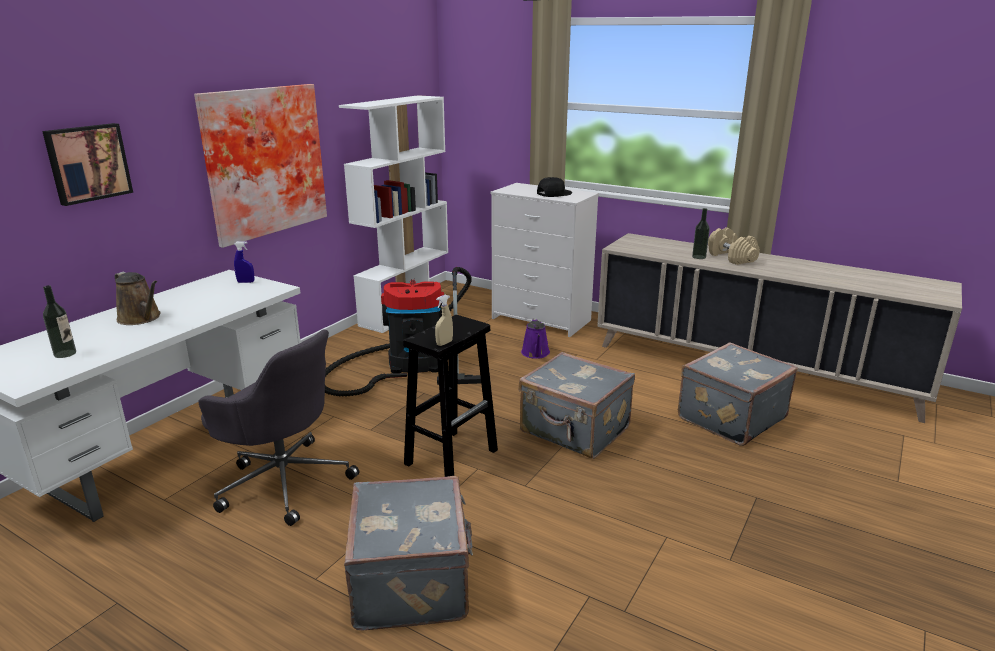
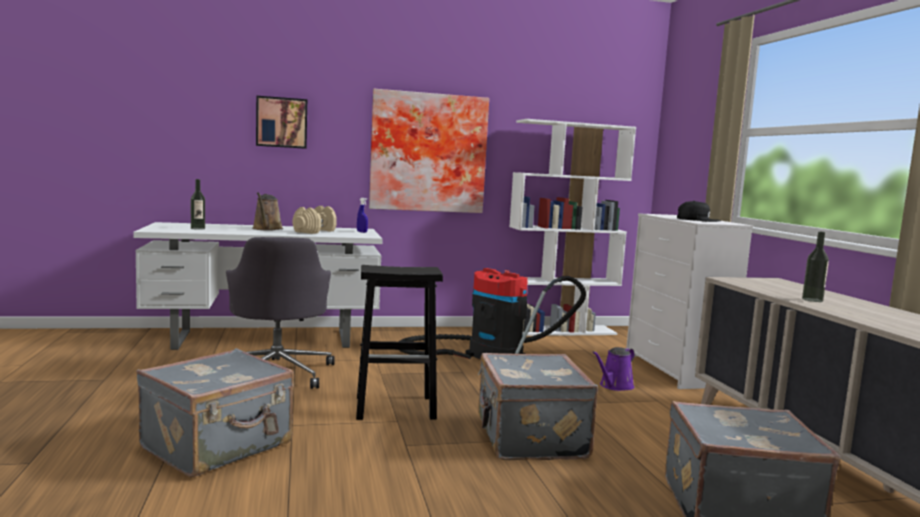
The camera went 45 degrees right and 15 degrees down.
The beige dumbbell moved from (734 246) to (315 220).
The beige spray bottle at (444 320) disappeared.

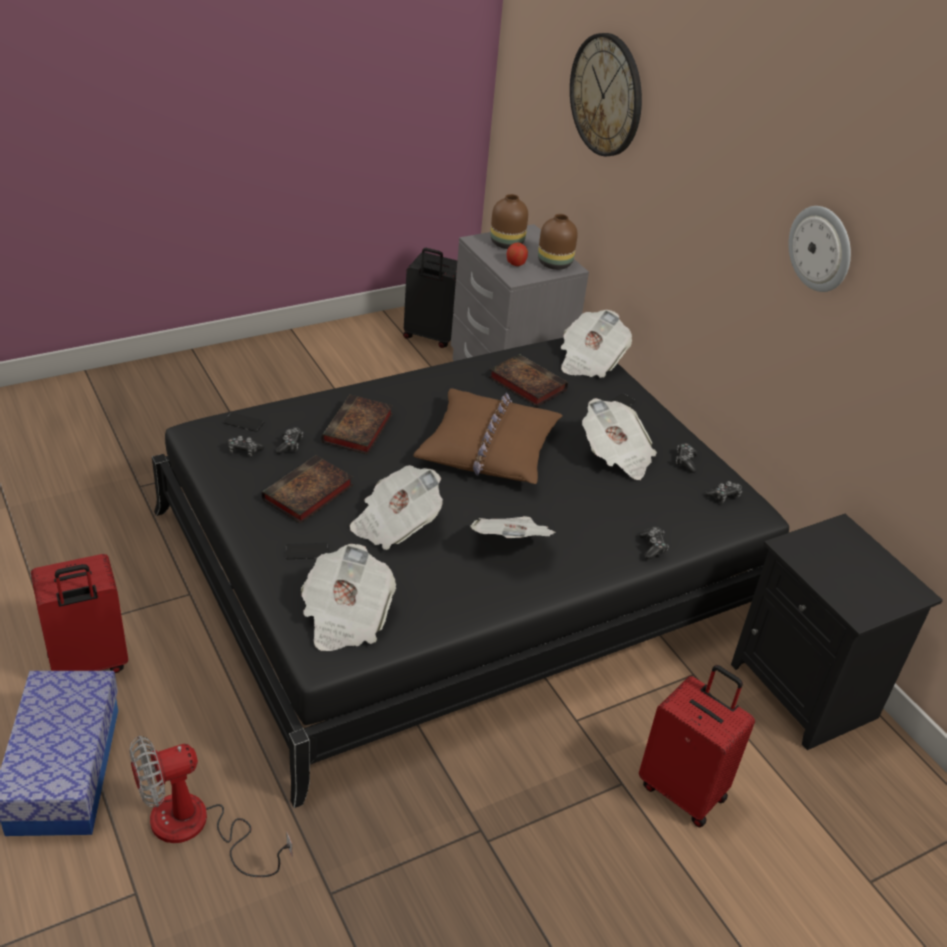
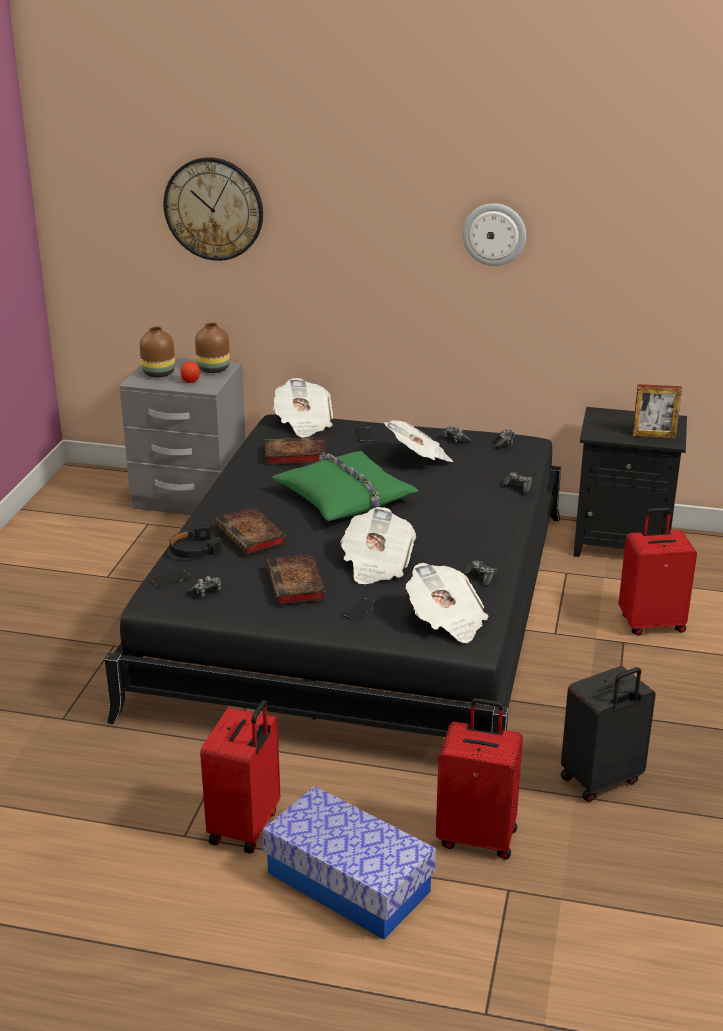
The camera went 45 degrees left and 10 degrees down.
The black suitcase moved from (430 298) to (608 734).
The brown pillow at (488 436) became the green pillow at (345 486).
The game controller moved from (289 440) to (479 574).
The newspaper at (513 527) disappeared.
The fan at (211 806) was replaced by the red suitcase at (479 778).
The picture frame at (657 411) appeared.
The black headphones at (196 541) appeared.

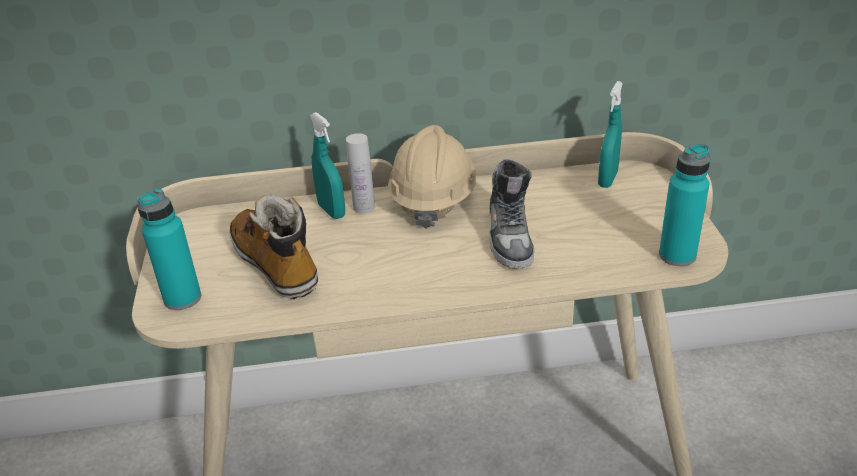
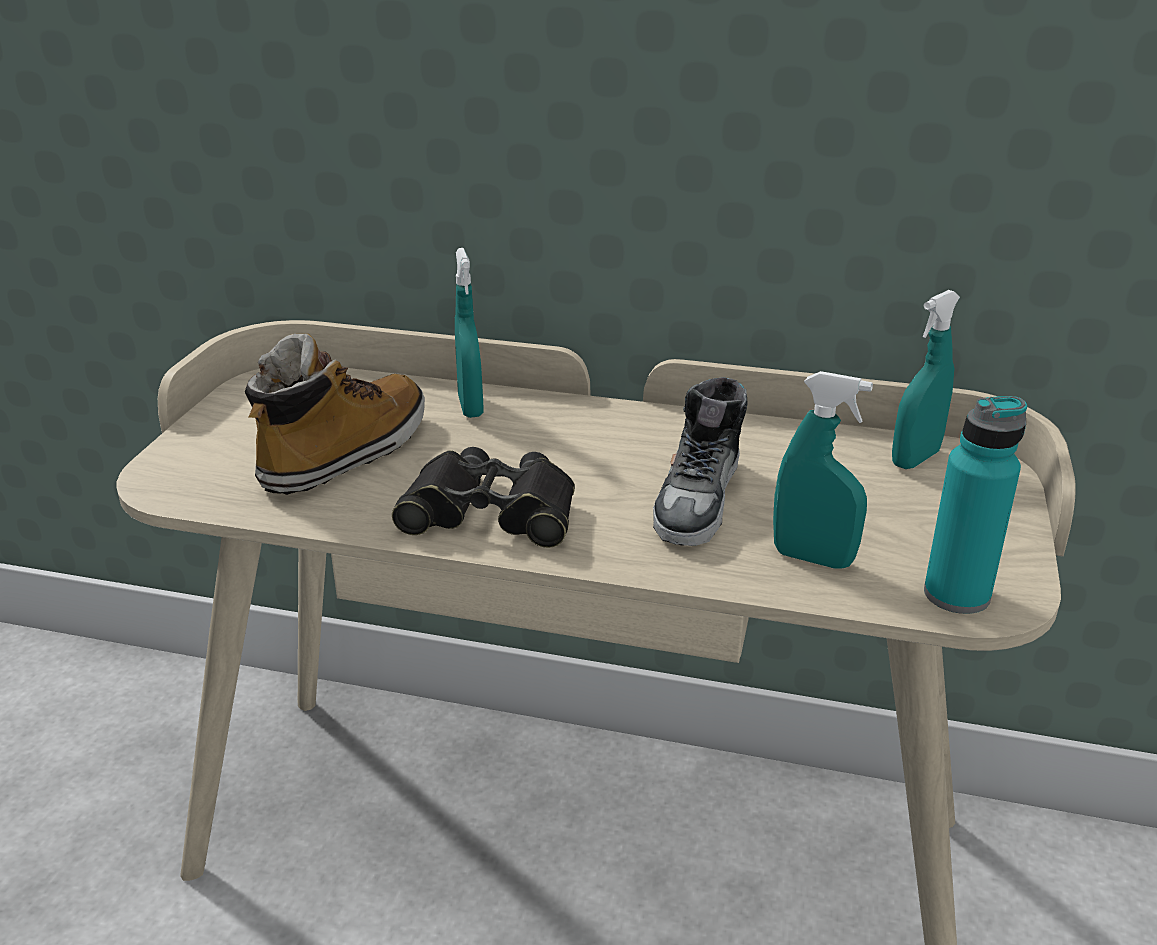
The camera went 20 degrees right and 5 degrees down.
The beige hard hat at (432 177) disappeared.
The white bottle at (360 173) disappeared.
The turquoise bottle at (169 249) disappeared.
The boot at (273 246) turned 45 degrees clockwise.
The turquoise spray bottle at (823 470) appeared.
The black binoculars at (483 497) appeared.

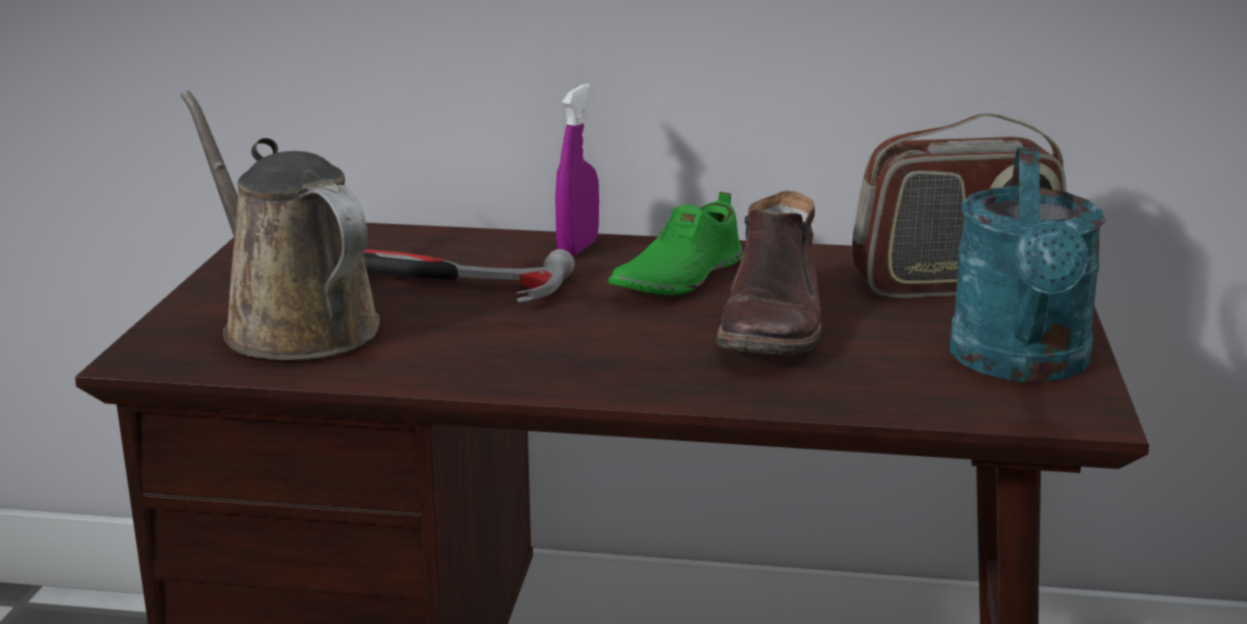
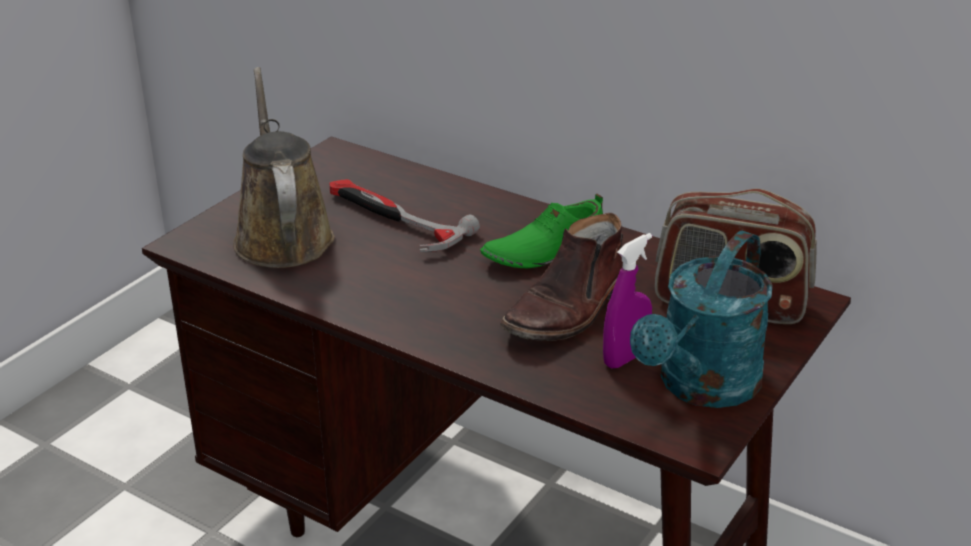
The camera went 25 degrees right and 10 degrees up.
The purple spray bottle moved from (577 170) to (627 300).

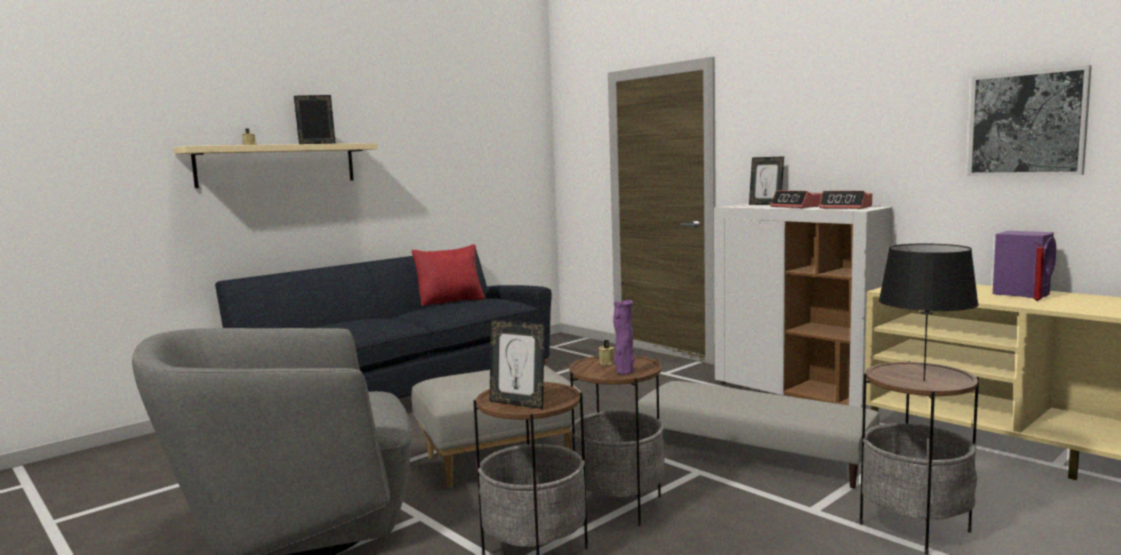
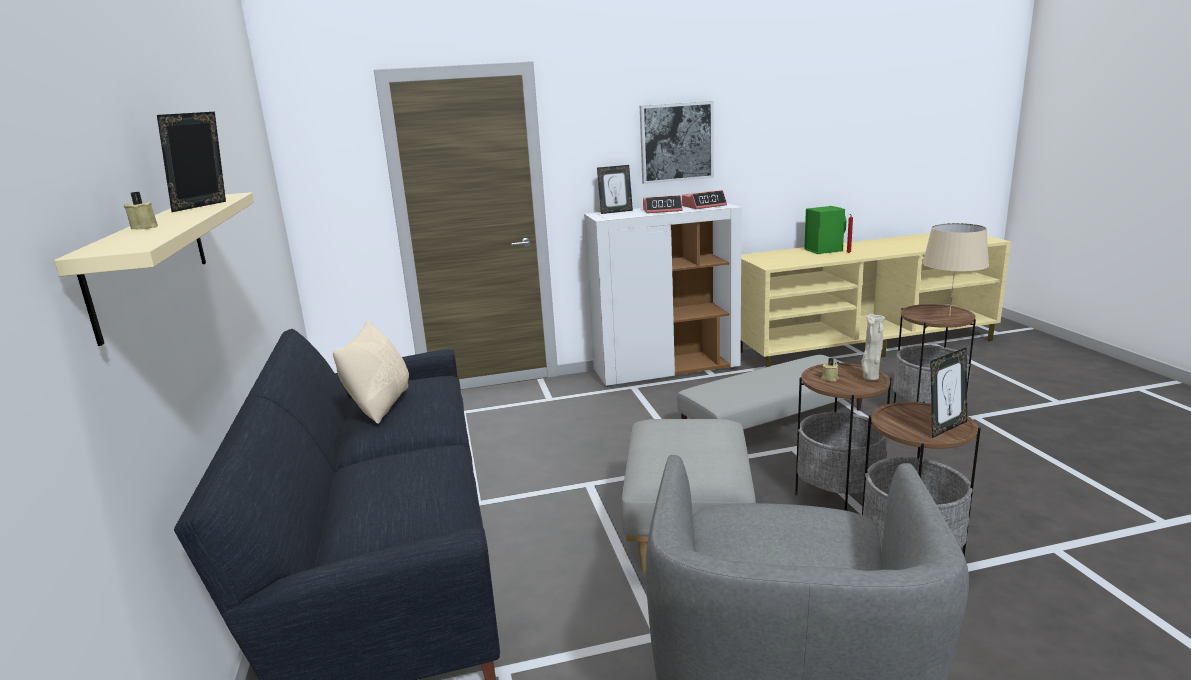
The camera went 60 degrees left and 10 degrees up.
The picture moved from (1029 120) to (677 142).
The purple speaker at (1024 264) became the green speaker at (825 230).
The black table lamp at (928 312) became the beige table lamp at (955 269).
The red pillow at (448 275) became the beige pillow at (371 372).
The purple vase at (623 337) became the beige vase at (873 347).

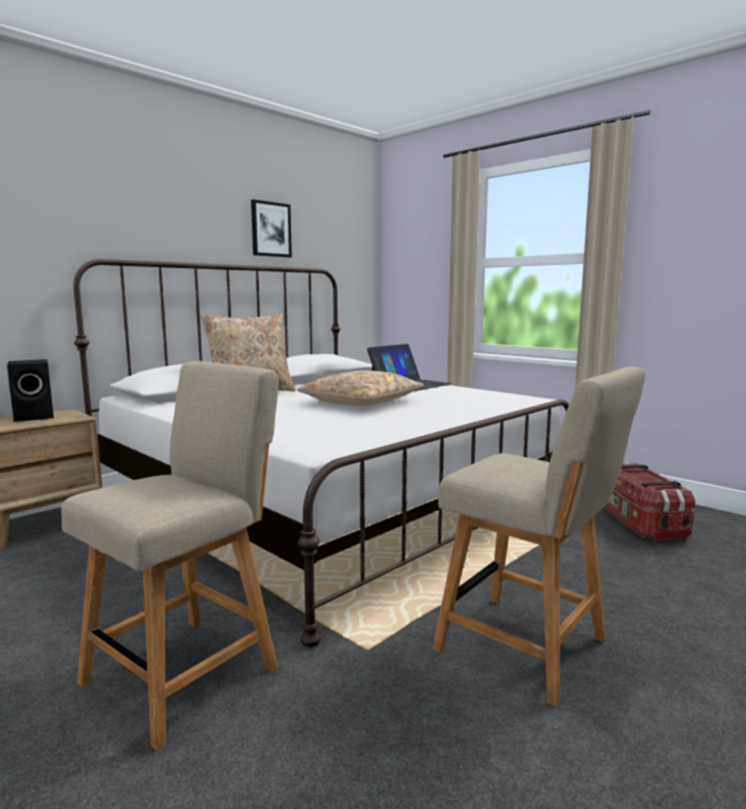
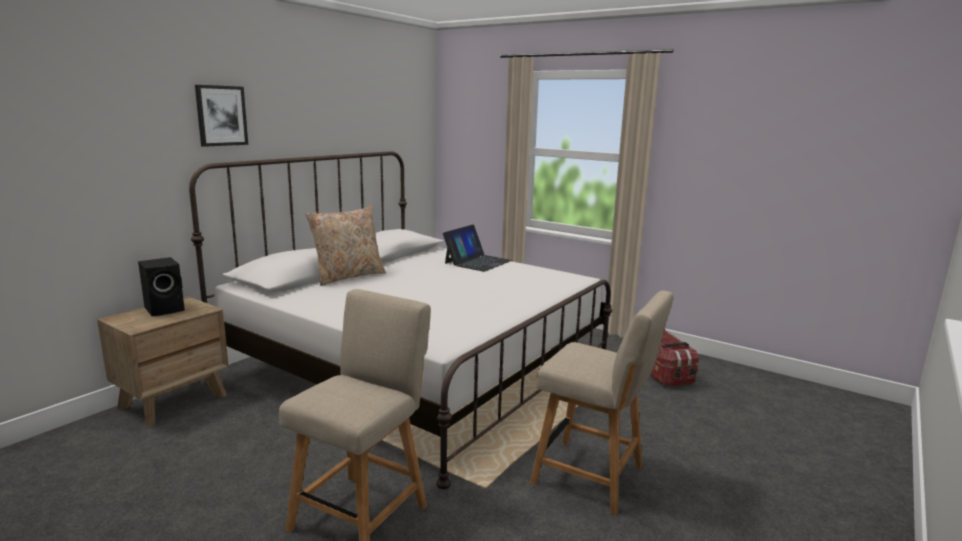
The camera went 10 degrees left and 5 degrees up.
The picture moved from (271 228) to (221 116).
The beige pillow at (360 388) disappeared.

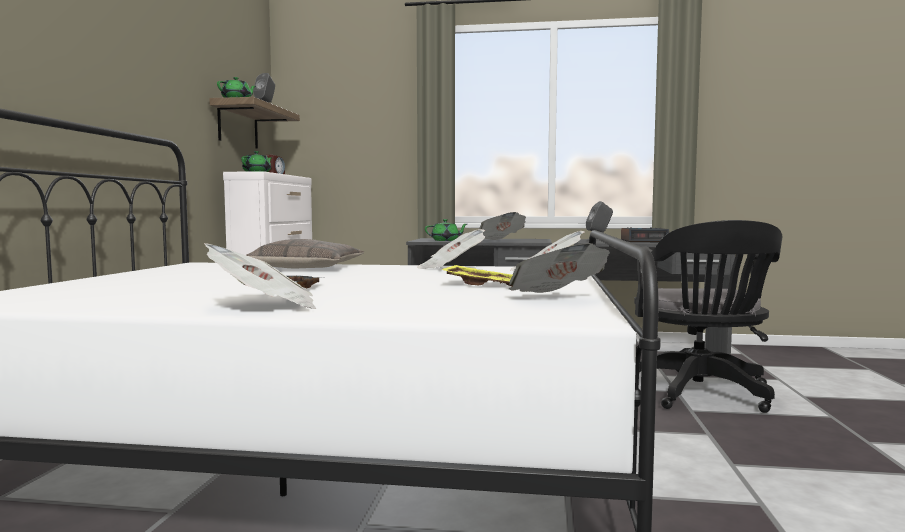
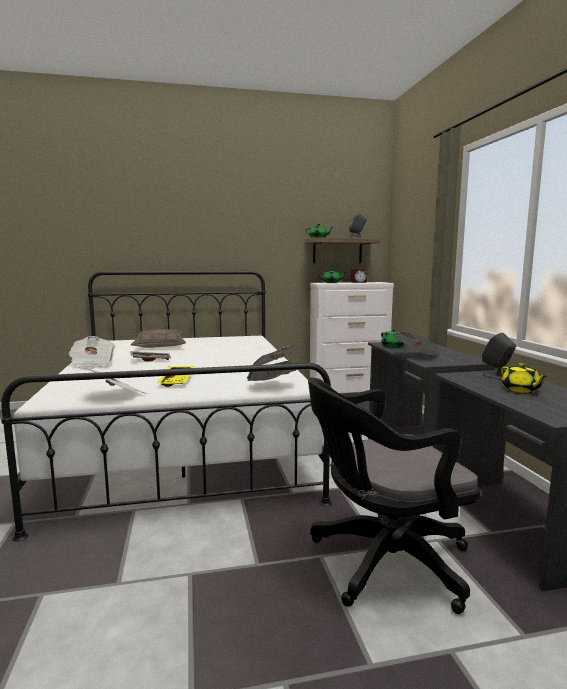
The camera went 70 degrees right and 5 degrees up.
The alarm clock at (645 234) was replaced by the yellow teapot at (524 378).
The pillow moved from (305 253) to (158 338).

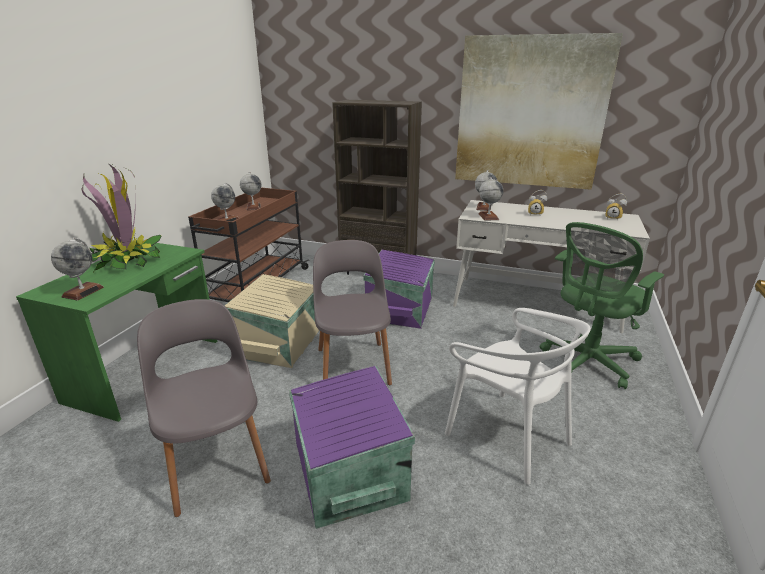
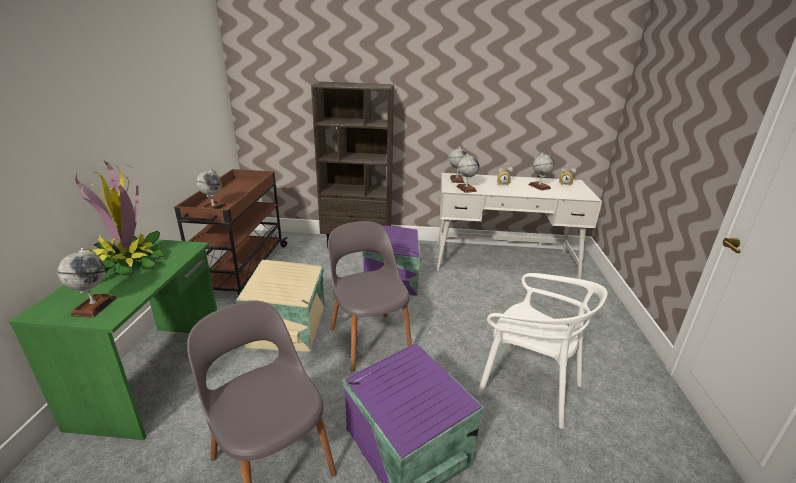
The camera went 15 degrees left and 0 degrees up.
The picture at (539 111) disappeared.
The globe moved from (251 191) to (541 171).
The green office chair at (602 305) disappeared.

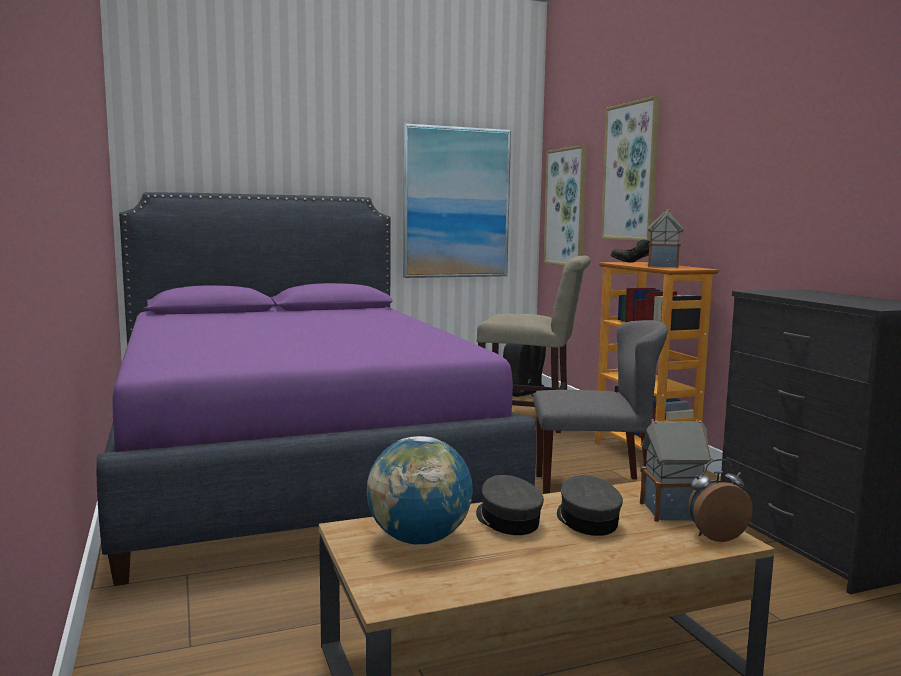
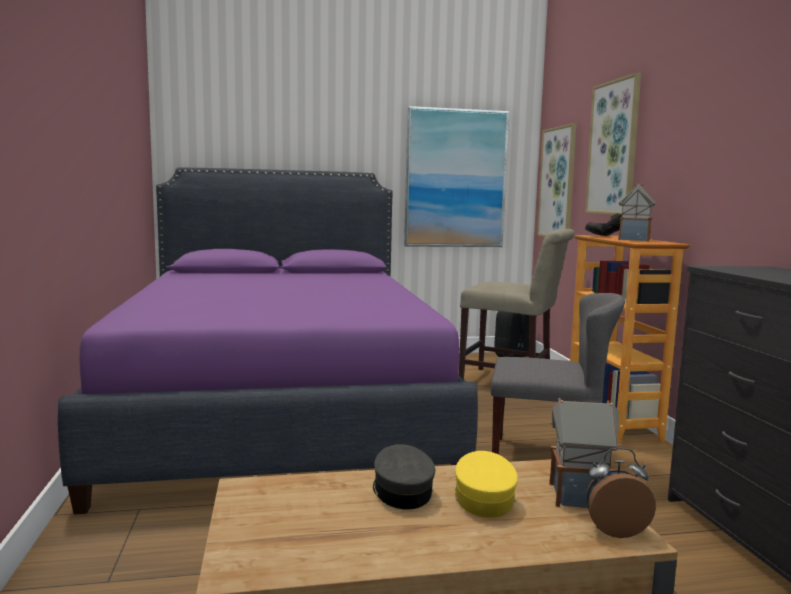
The camera went 10 degrees right and 0 degrees up.
The globe at (419 490) disappeared.
The grey cap at (590 505) became the yellow cap at (486 484).

